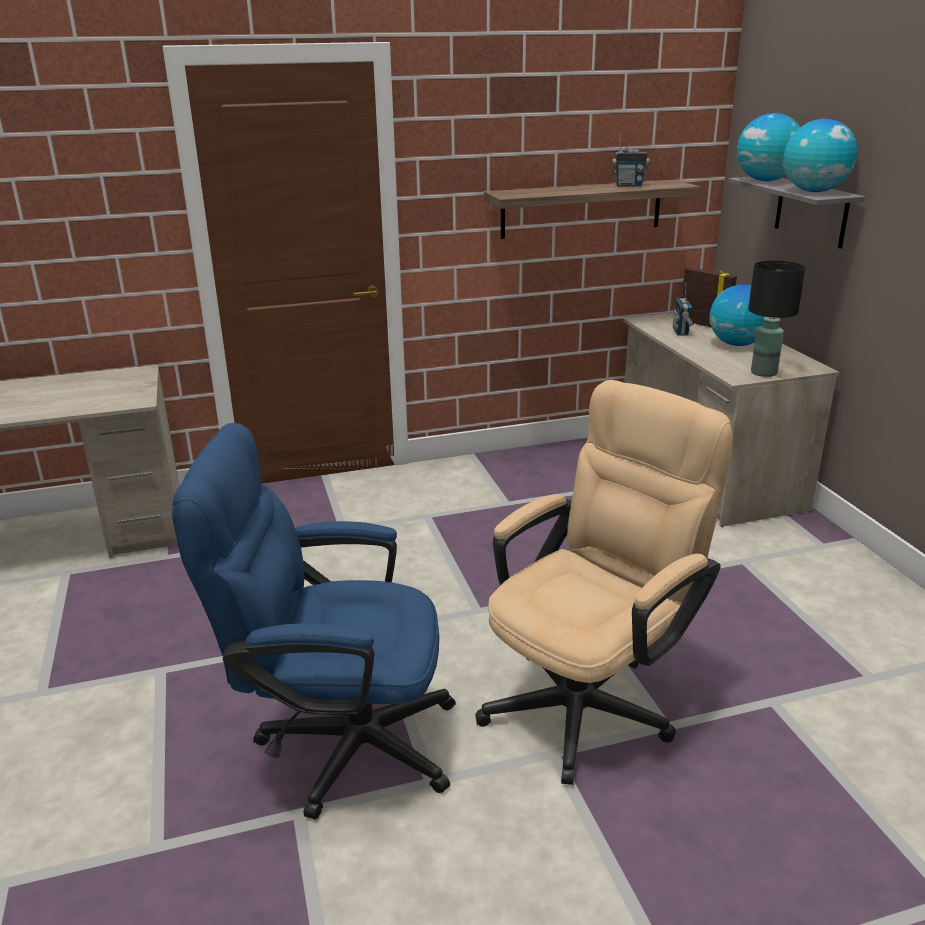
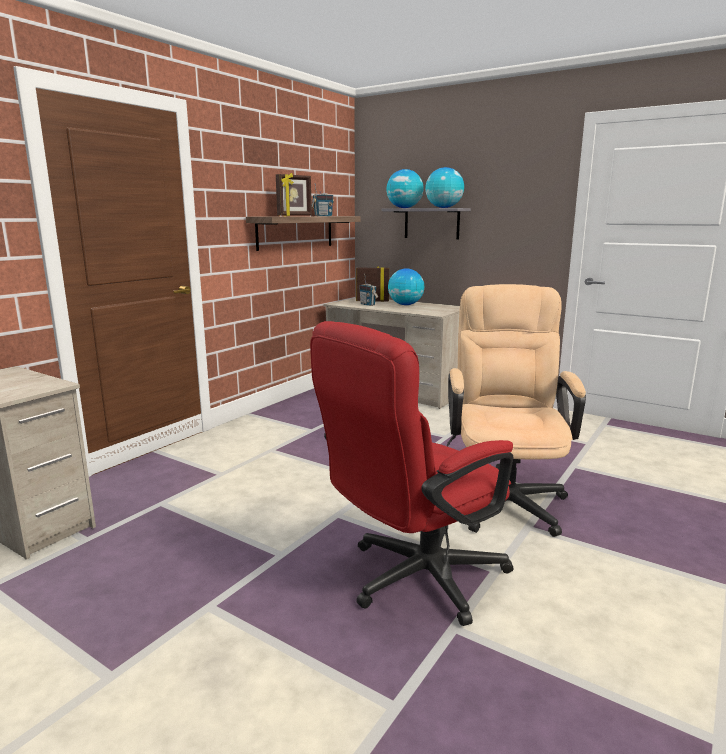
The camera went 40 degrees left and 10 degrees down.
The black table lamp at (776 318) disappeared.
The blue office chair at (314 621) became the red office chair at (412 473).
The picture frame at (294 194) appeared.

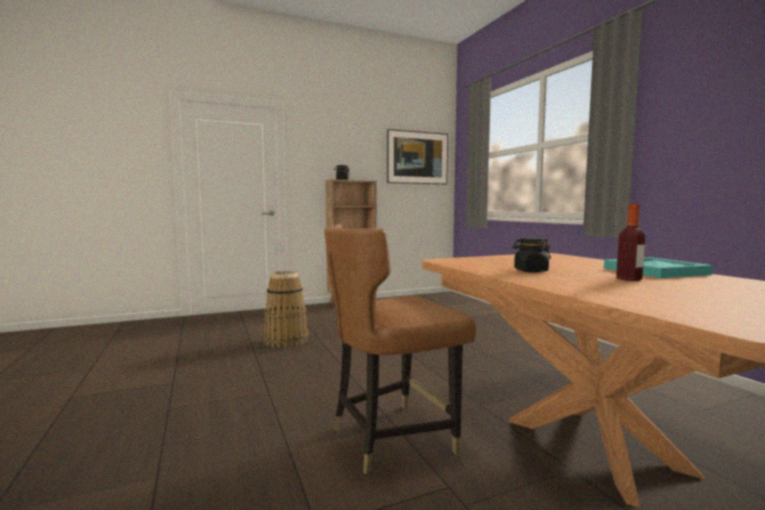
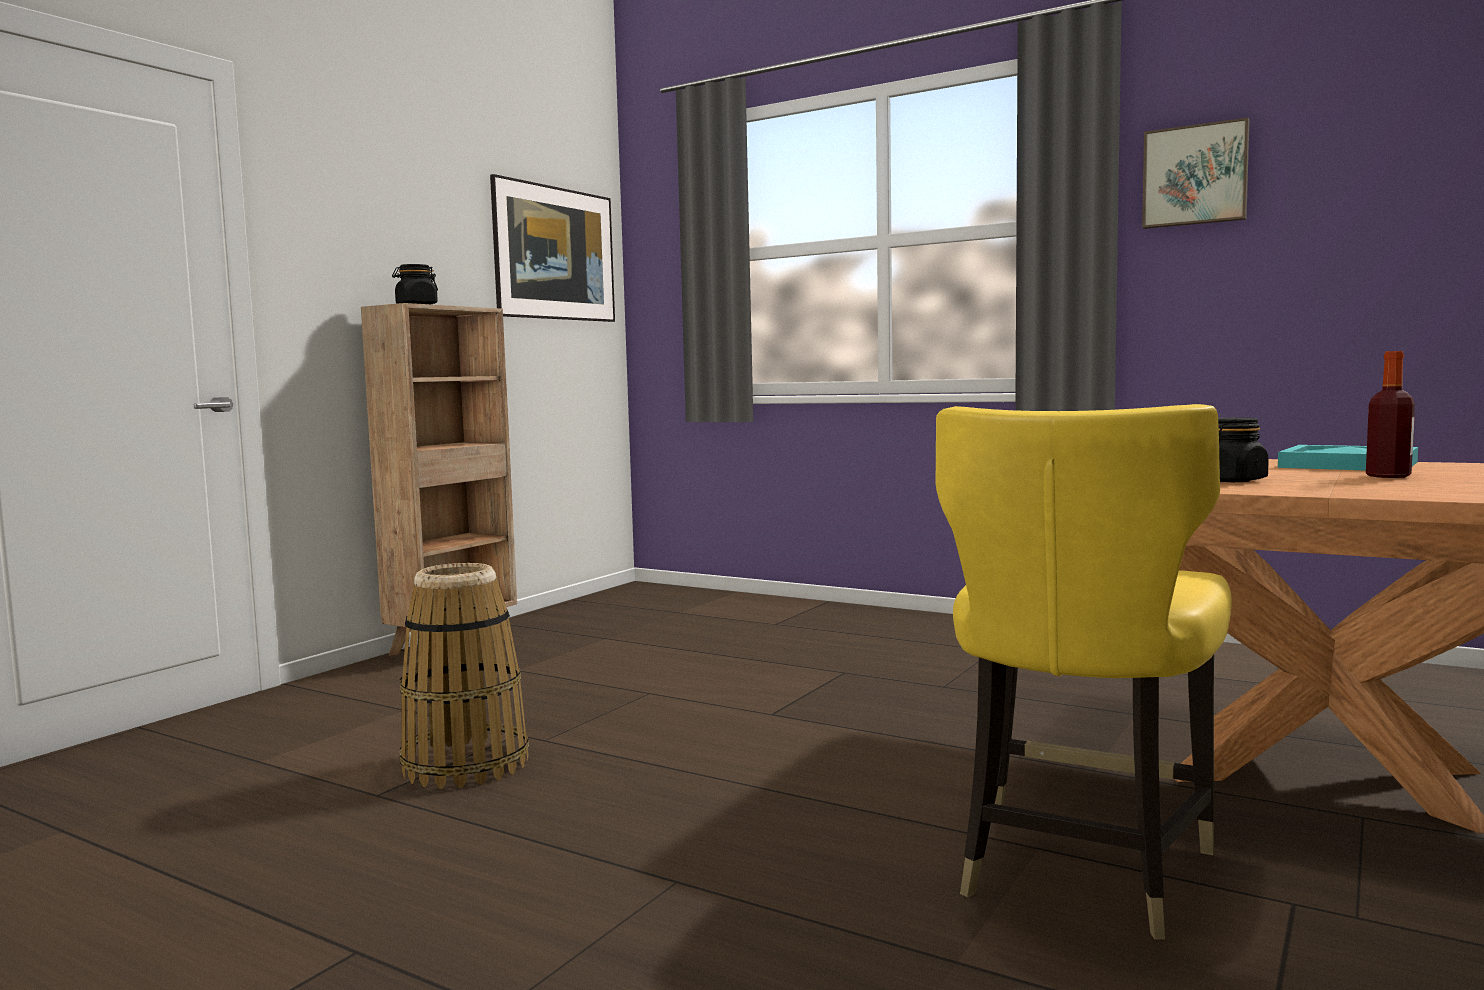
The camera went 35 degrees left and 0 degrees up.
The brown chair at (400 349) became the yellow chair at (1083 672).
The picture at (1195 173) appeared.

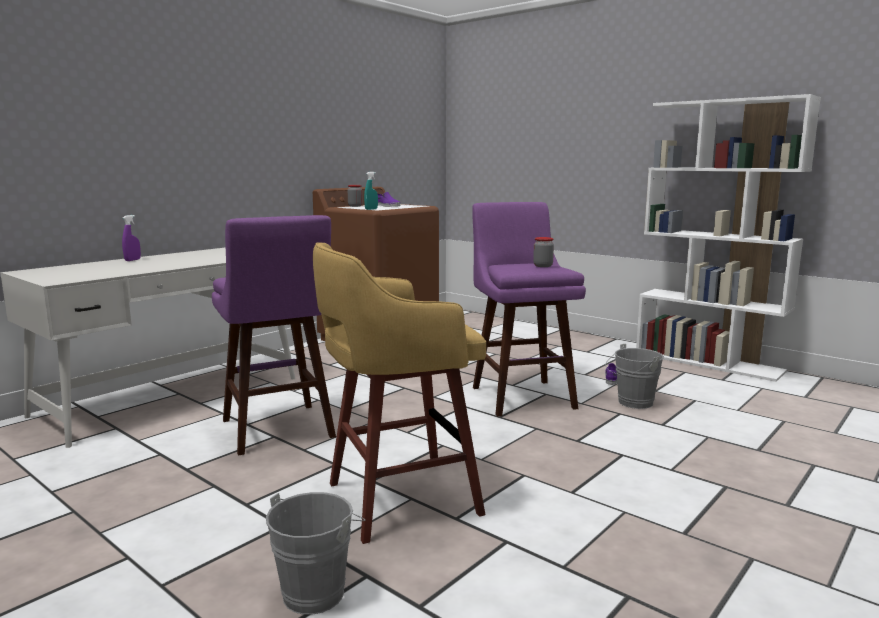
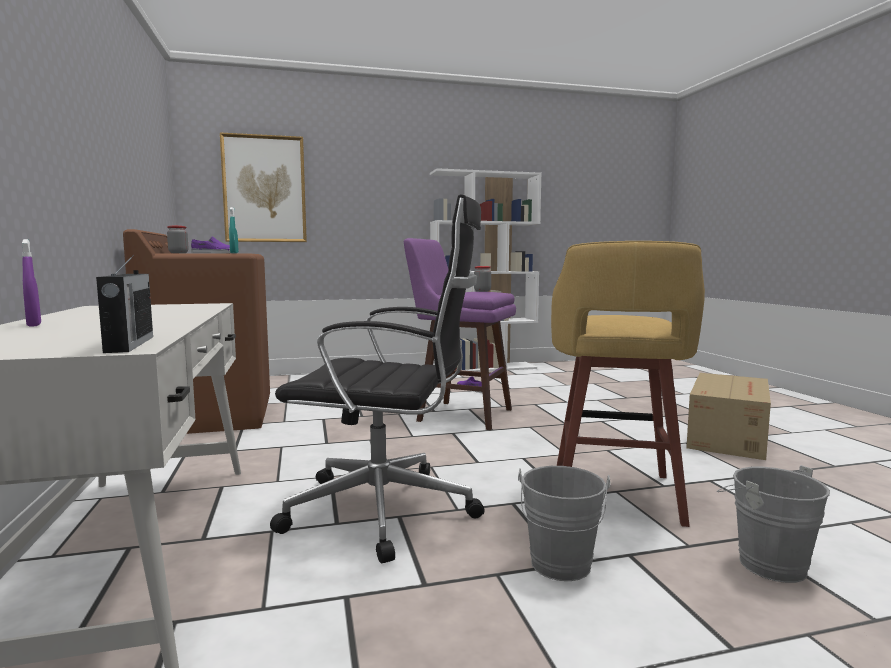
The camera went 55 degrees left and 5 degrees down.
The purple stool at (274 335) was replaced by the black office chair at (377 378).
The grey bucket moved from (634 376) to (564 523).
The picture at (263 187) appeared.
The radio at (124 304) appeared.
The cardboard box at (728 416) appeared.

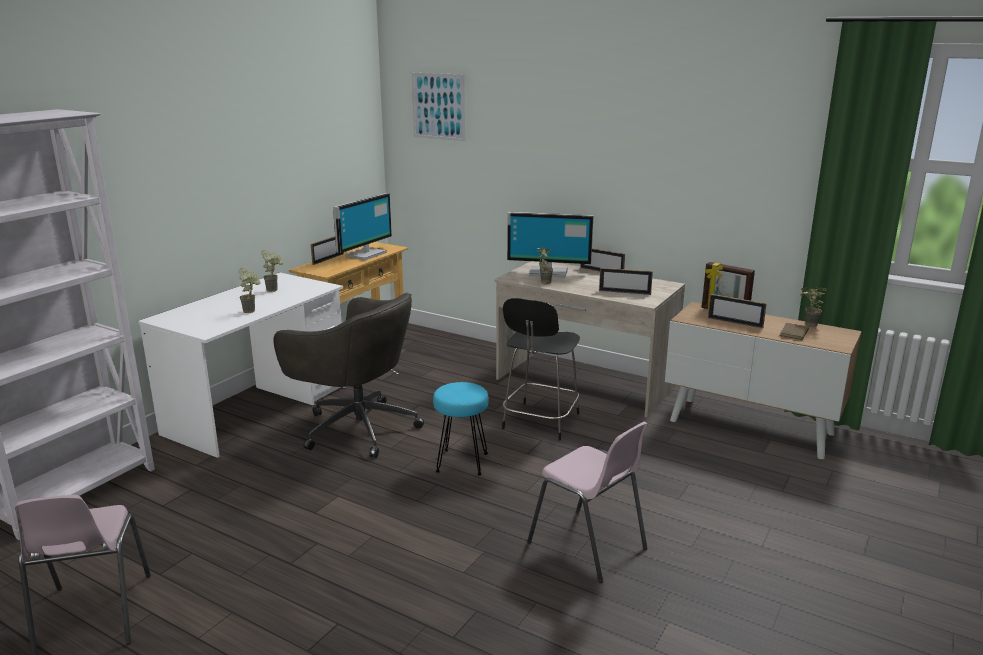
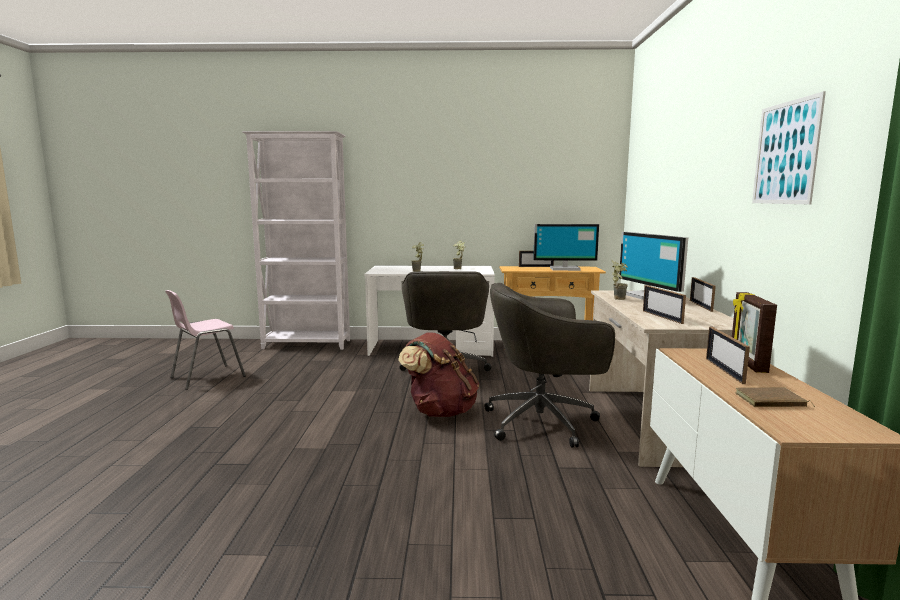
The camera went 60 degrees right and 10 degrees down.
The picture moved from (439 107) to (789 147).
The potted plant at (813 307) disappeared.
The black stool at (541 369) was replaced by the grey office chair at (550 365).
The turquoise stool at (461 429) was replaced by the brown backpack at (438 374).
The pink chair at (587 502) disappeared.

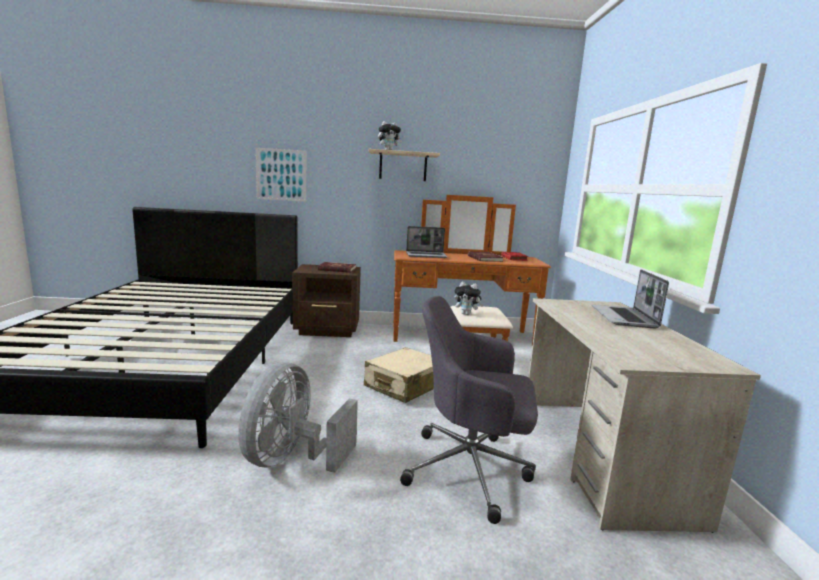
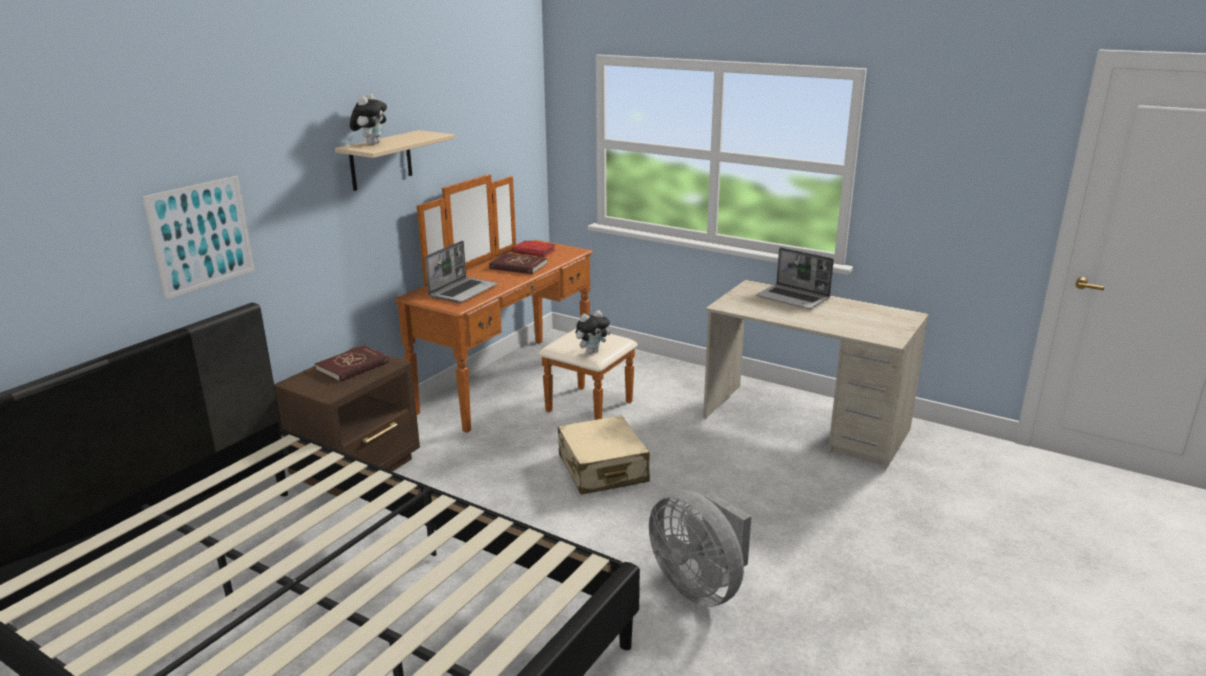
The camera went 55 degrees left and 10 degrees up.
The grey office chair at (469 410) disappeared.

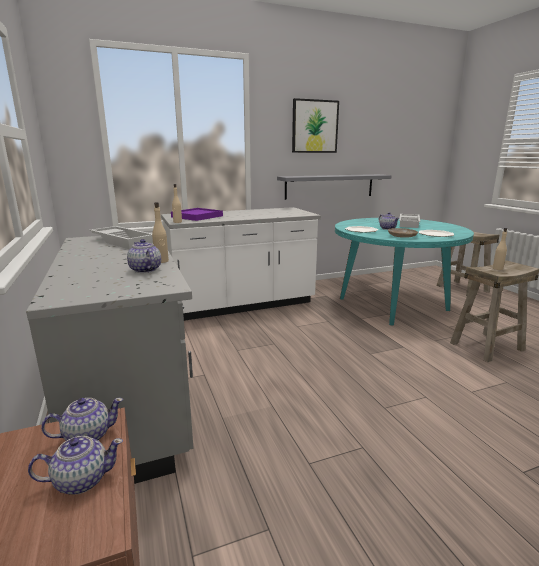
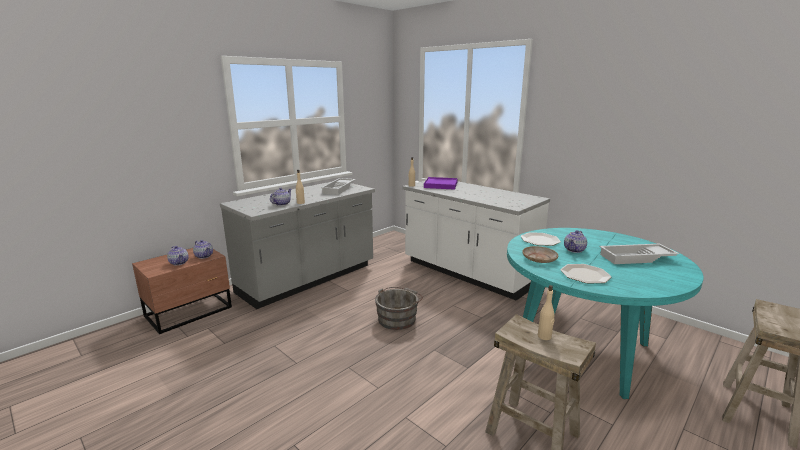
The camera went 65 degrees right and 0 degrees up.
The picture at (315 125) disappeared.
The grey shelf at (334 187) disappeared.
The grey bucket at (399 308) appeared.

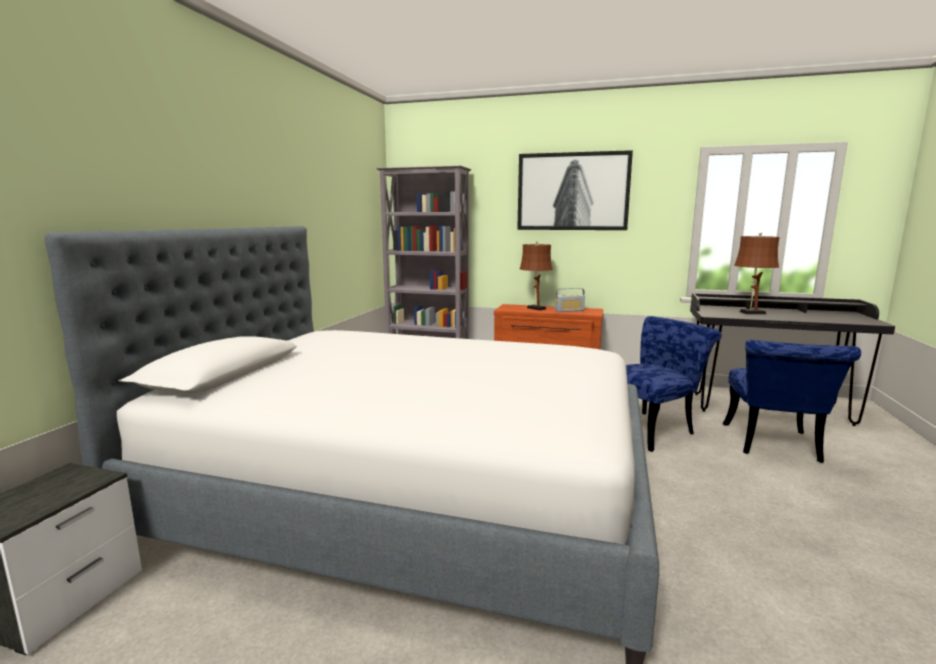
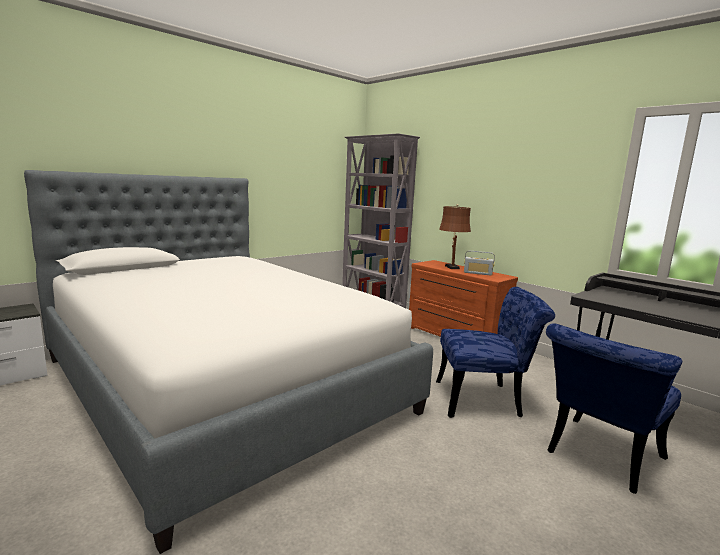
The camera went 30 degrees right and 0 degrees up.
The picture at (575 190) disappeared.
The brown table lamp at (757 273) disappeared.

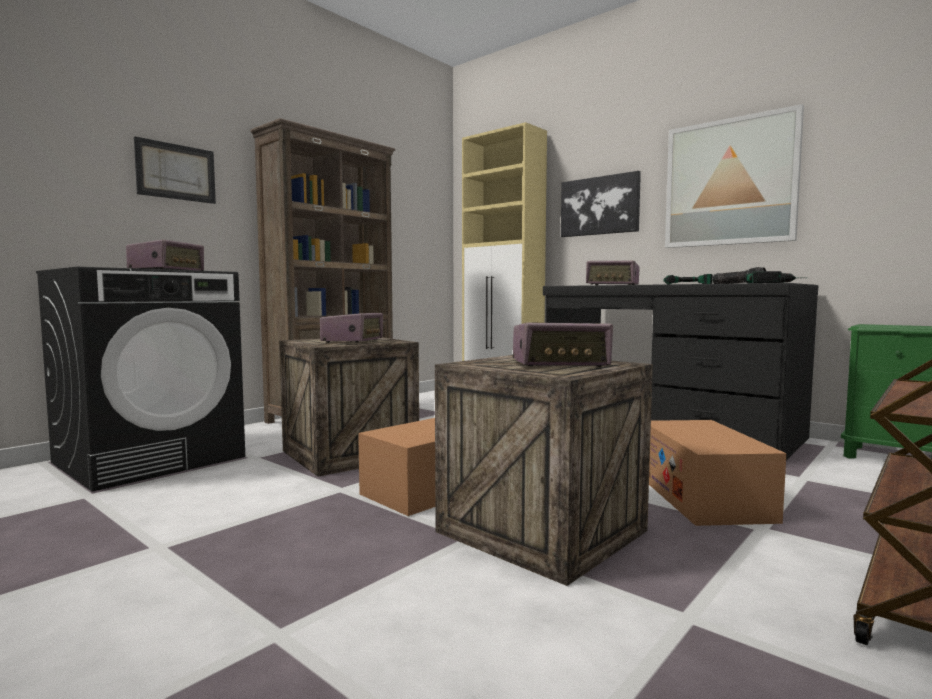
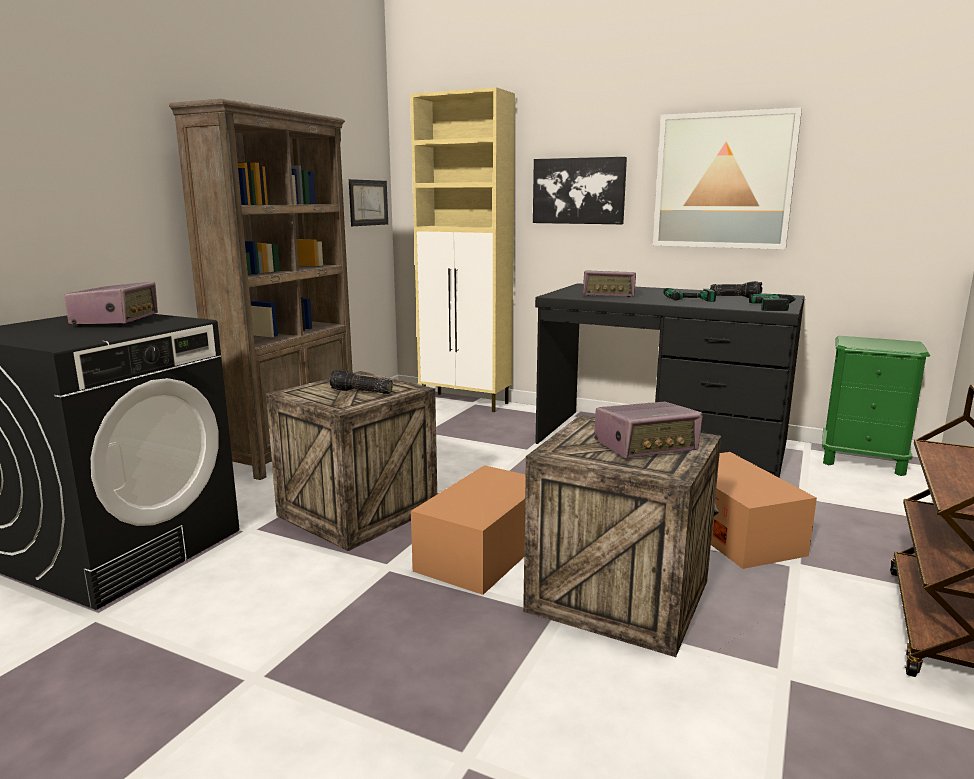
The camera went 15 degrees left and 10 degrees up.
The picture moved from (175 170) to (368 202).
The radio at (351 328) was replaced by the flashlight at (361 381).

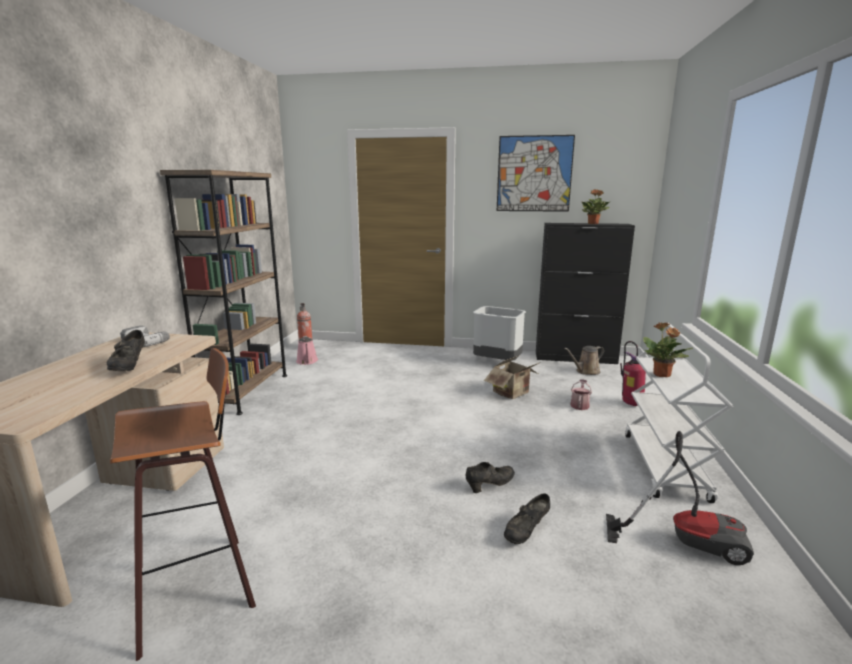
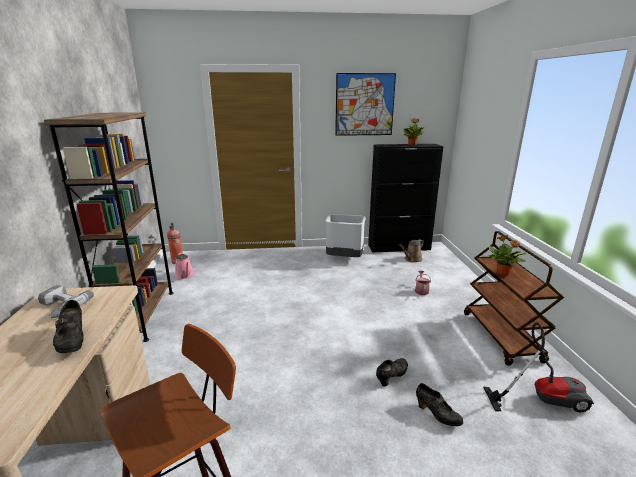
The camera went 15 degrees left and 5 degrees up.
The white cart at (679 413) became the brown cart at (514 298).
The fire extinguisher at (633 373) disappeared.
The cardboard box at (512 377) disappeared.
The black shoe at (527 518) turned 75 degrees counterclockwise.

